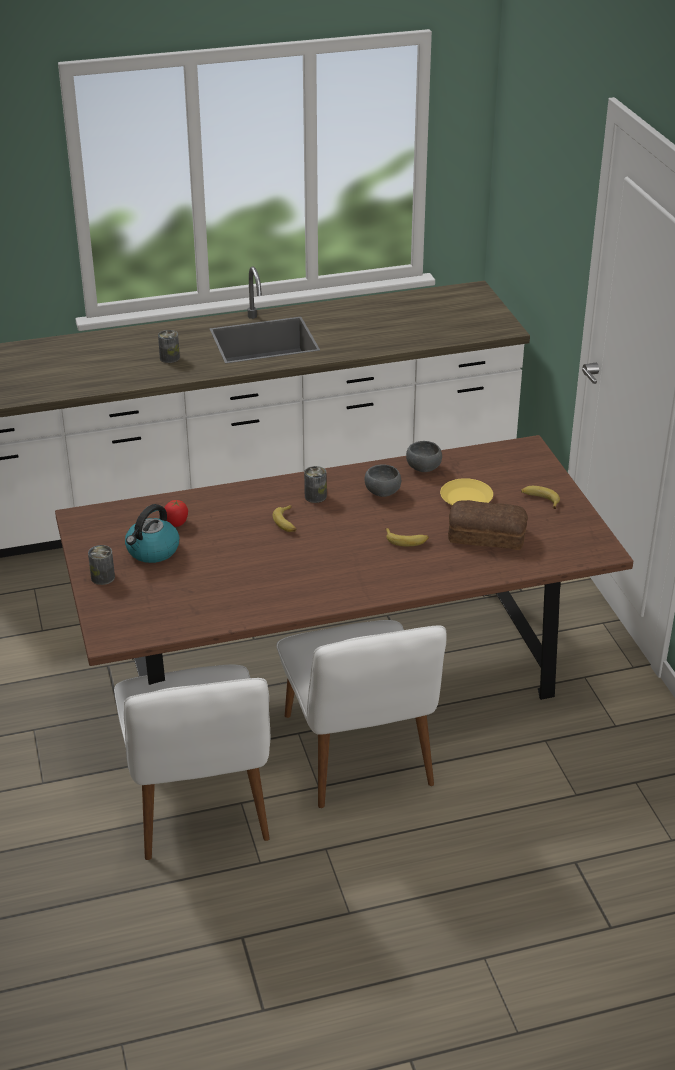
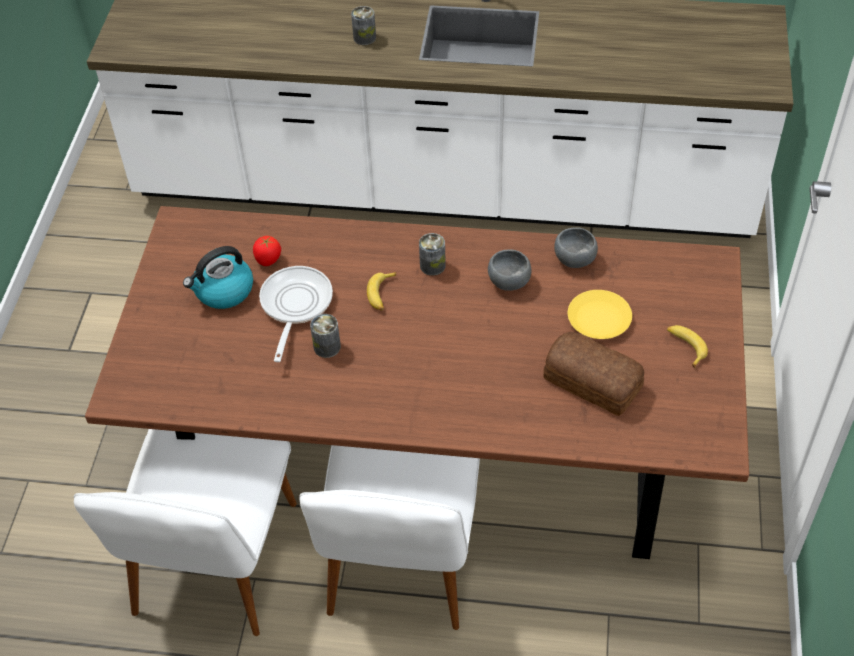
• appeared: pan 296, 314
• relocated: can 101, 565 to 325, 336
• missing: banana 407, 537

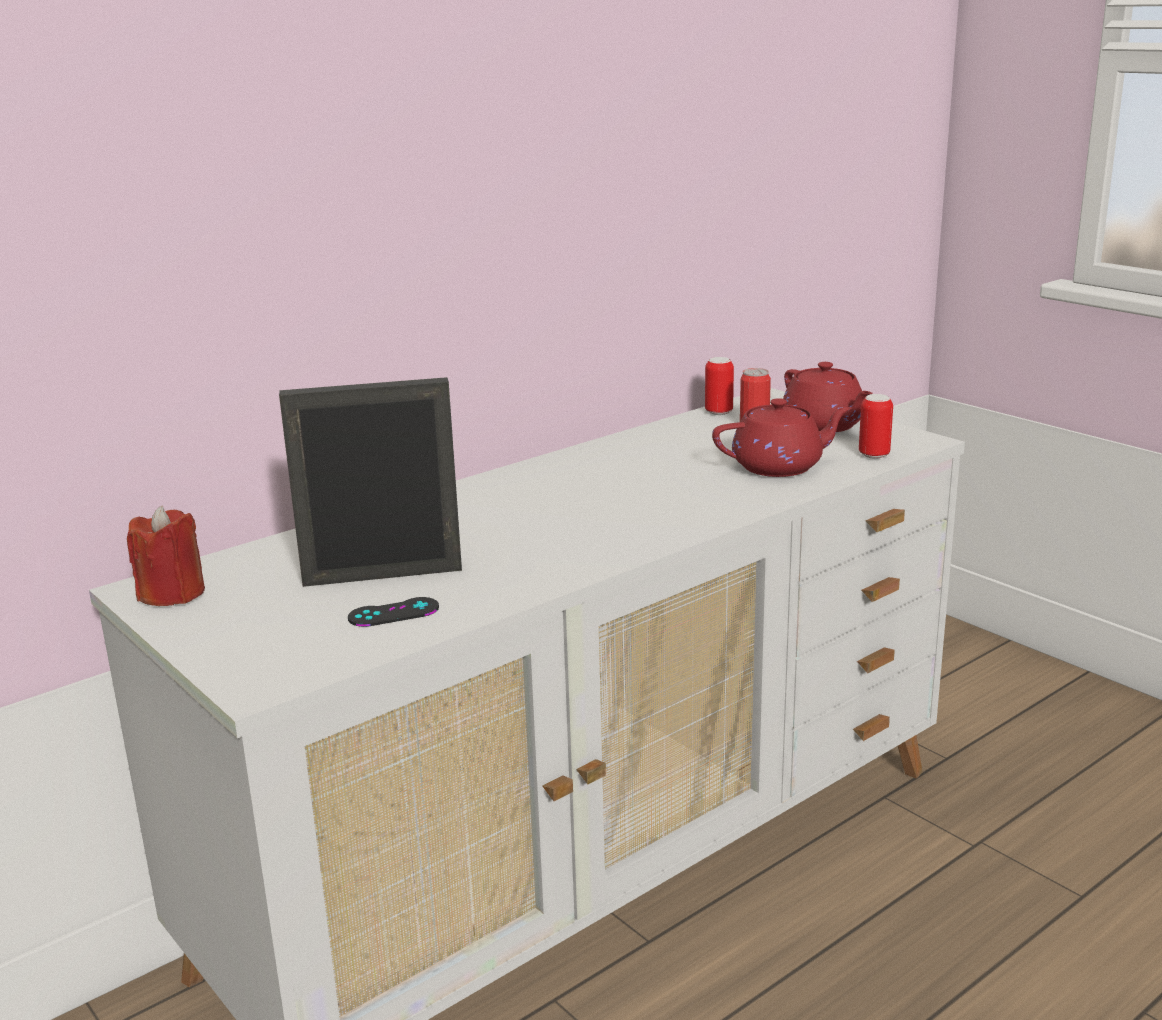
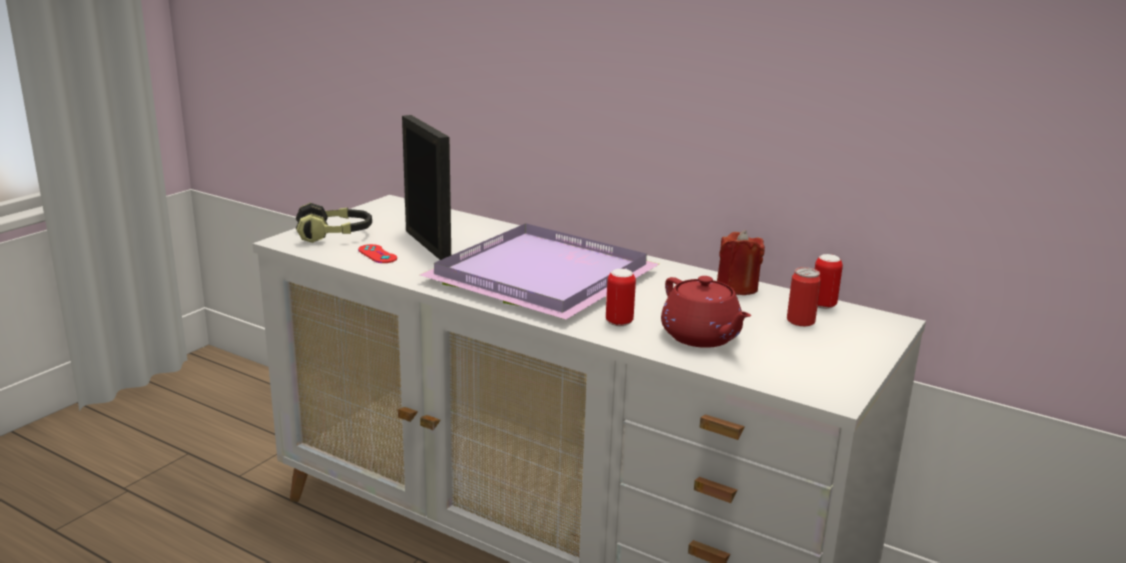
• appeared: headphones 334, 222
• colour: joypad (blackish) 393, 612 to joypad (red-coloured) 377, 253
• appeared: serving tray (purple) 539, 271
• relocated: can 876, 426 to 621, 297
• relocated: wax light (red-coloured) 166, 556 to 741, 262
• missing: pot for tea (red-coloured) 828, 397

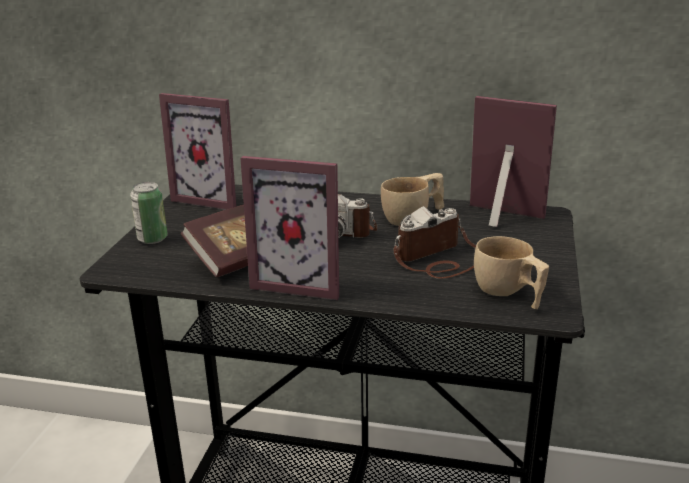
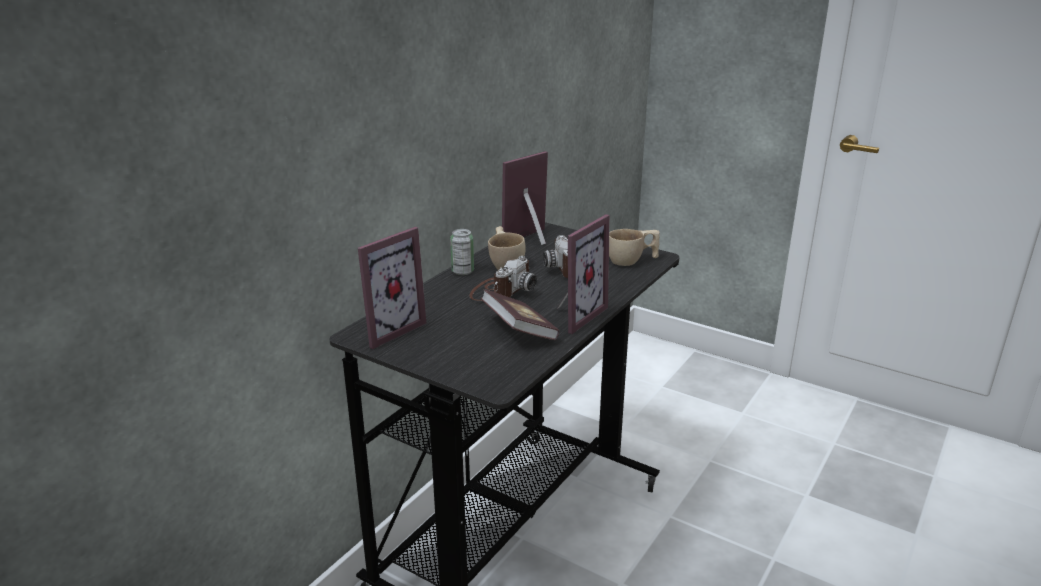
• relocated: can 149, 213 to 462, 252

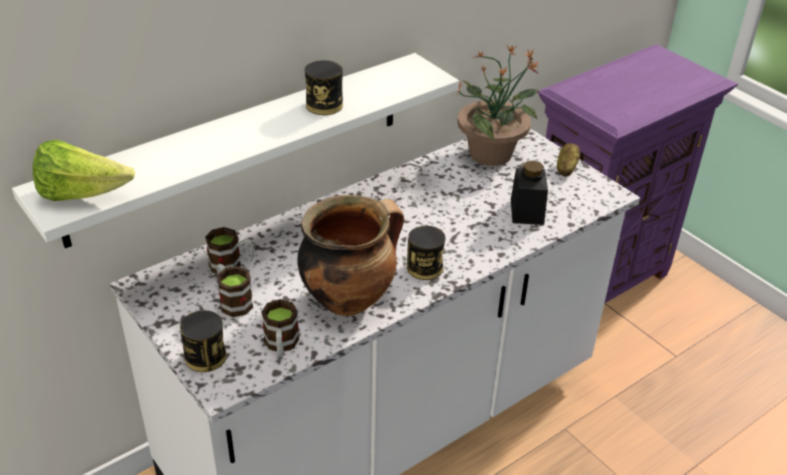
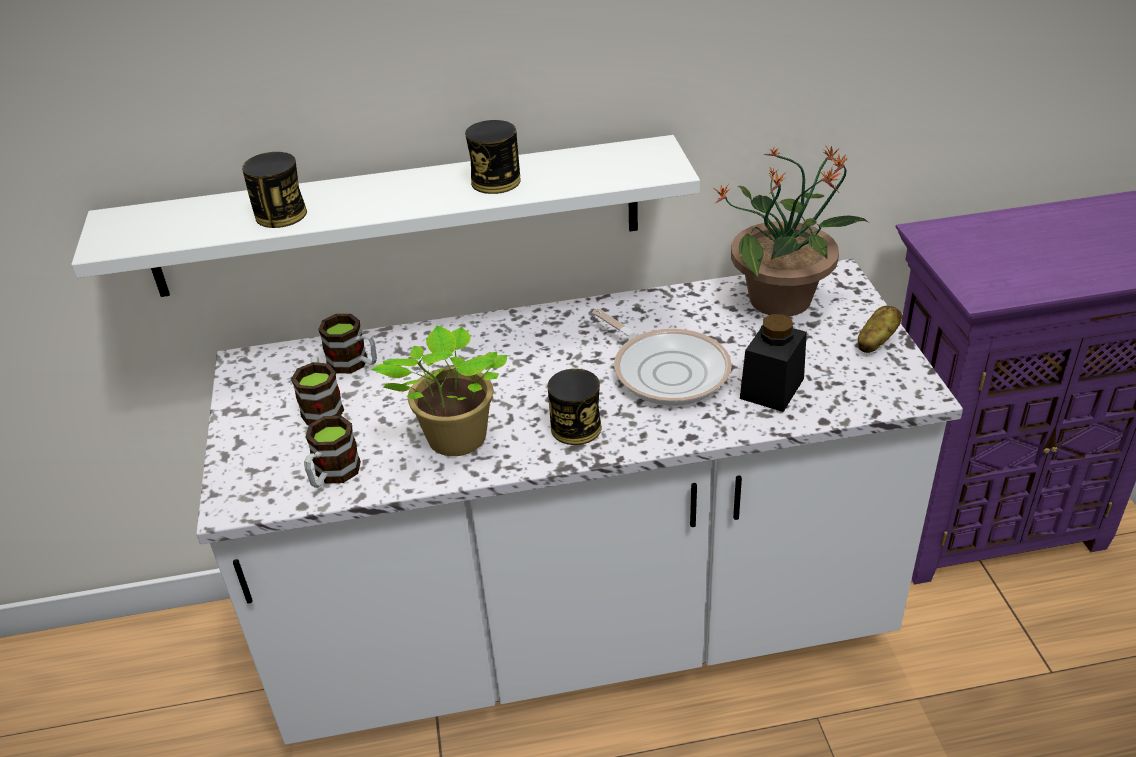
• relocated: can 203, 341 to 274, 190
• exchanged: saucepot 351, 255 to plant in a pot 439, 390
• appeared: pan 662, 357
• missing: head of lettuce 84, 170

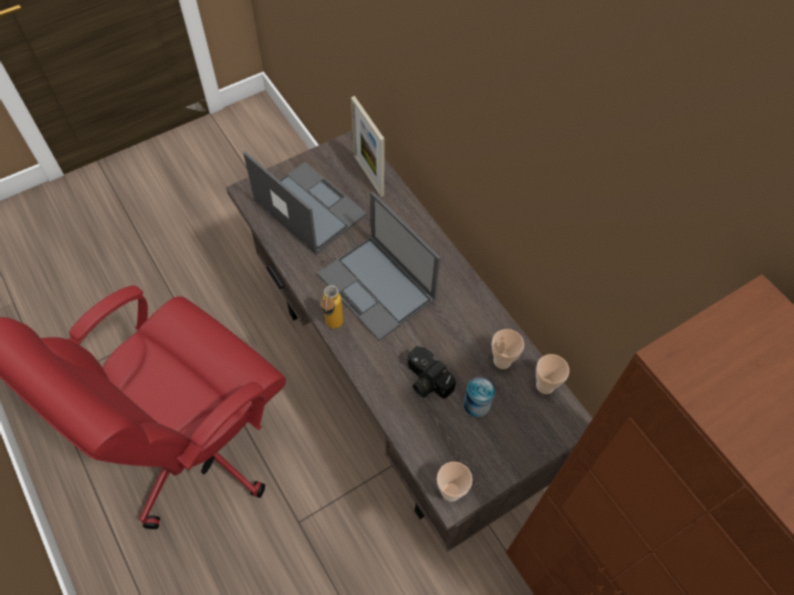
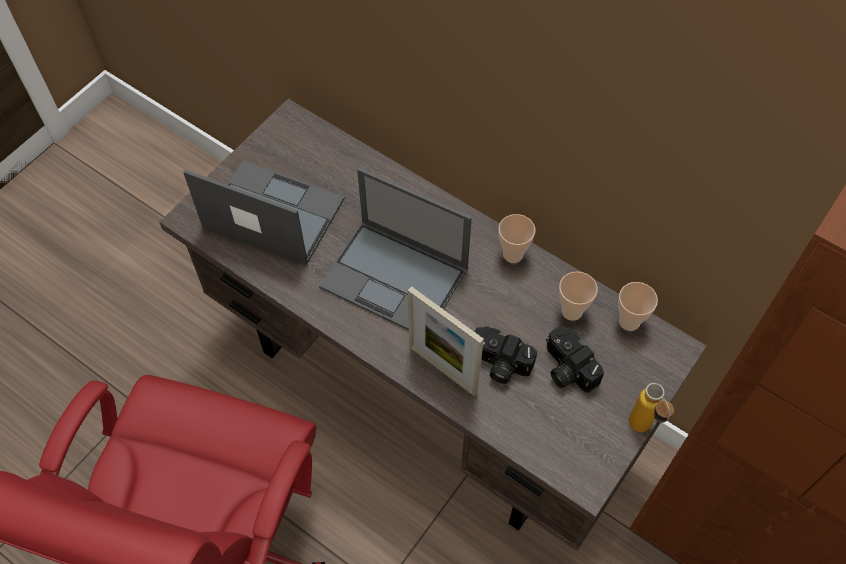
• relocated: photo frame 368, 146 to 446, 341
• relocated: cup 454, 482 to 517, 238
• exchanged: can 480, 397 to photo camera 575, 359
• relocated: beverage bottle 332, 307 to 651, 407

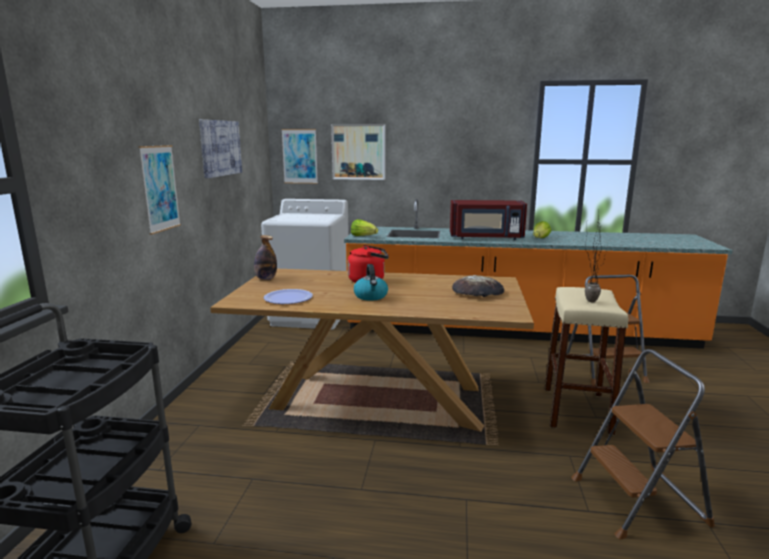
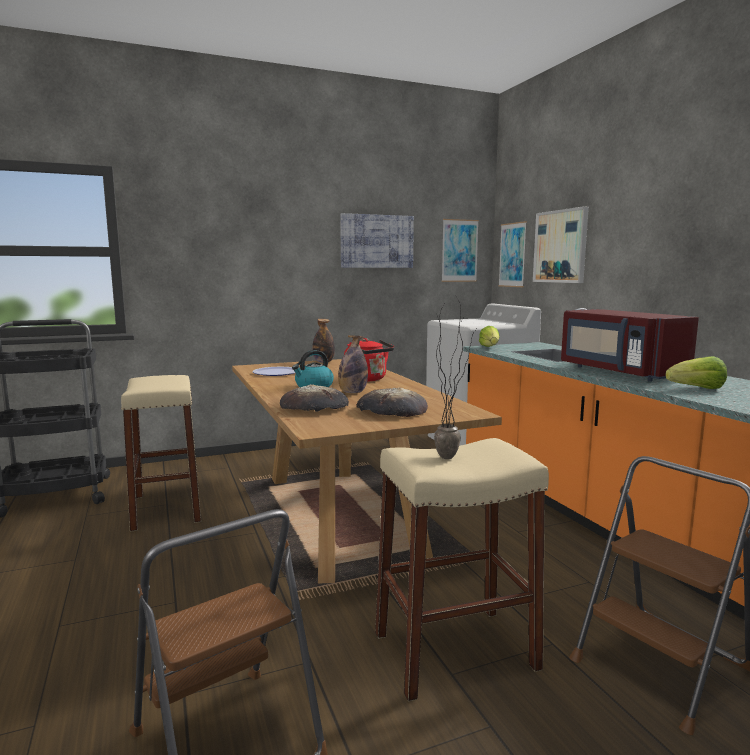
• appeared: stool (sand-coloured) 161, 453
• appeared: baked bread 314, 398
• appeared: beverage bottle 353, 364
• relocated: wall picture 159, 190 to 460, 250

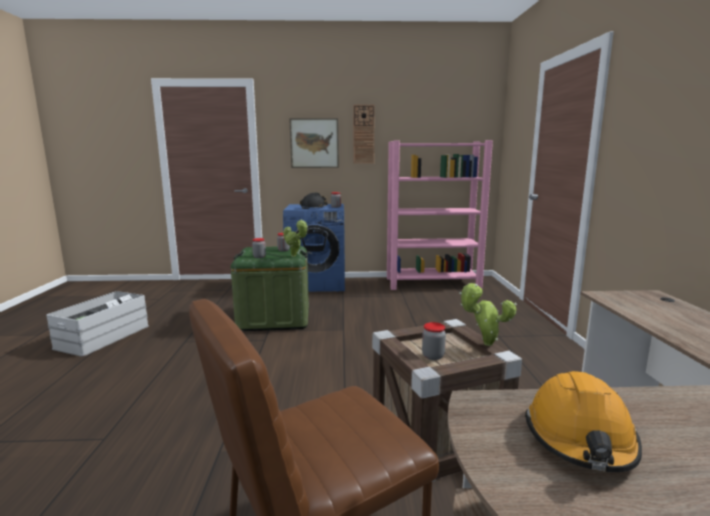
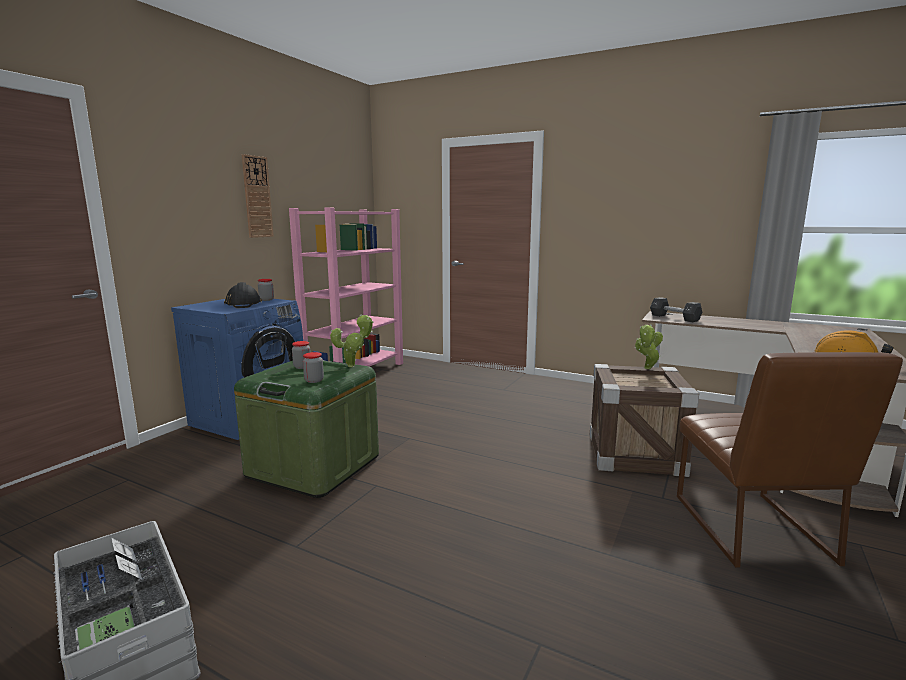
• appeared: dumbbell (blackish) 676, 309
• missing: wall picture 314, 143
• missing: jar 434, 341

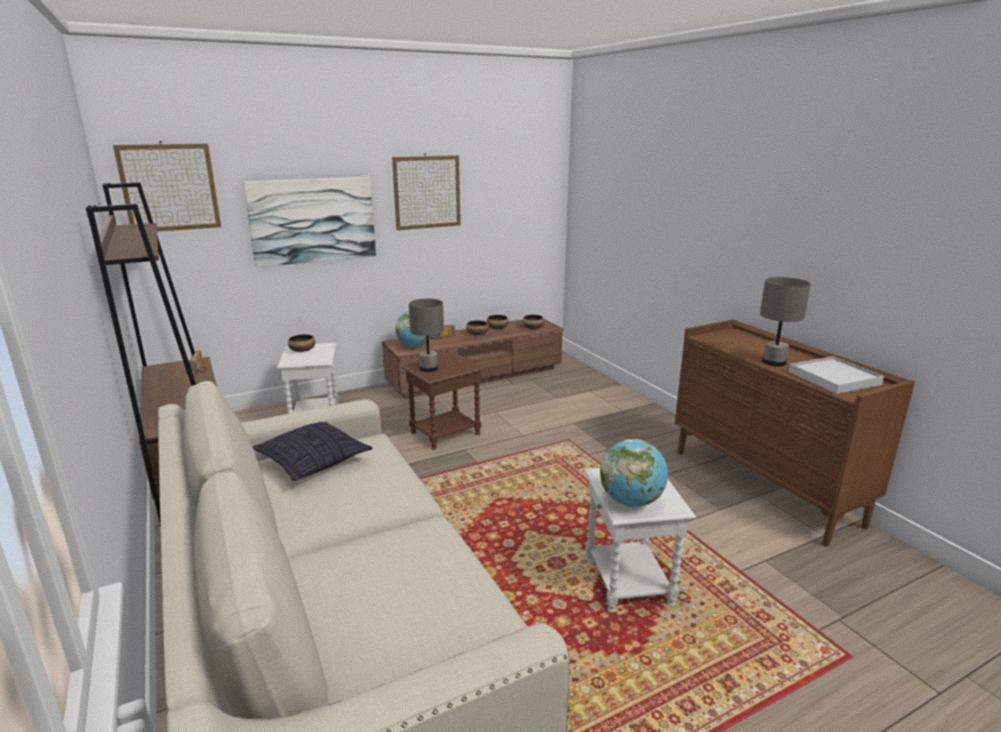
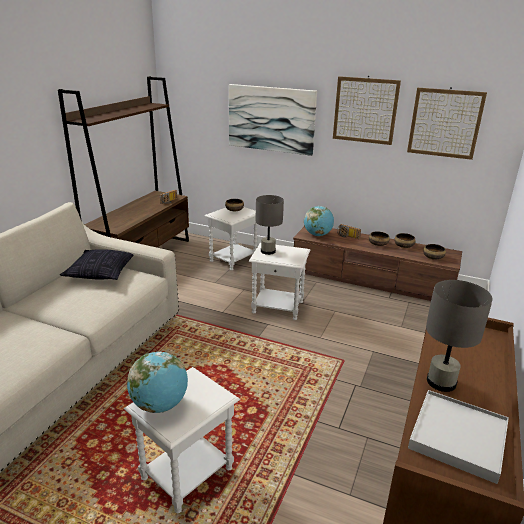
• colour: side table (brownish) 443, 401 to side table (white) 279, 281
• relocated: wall picture 167, 186 to 447, 123

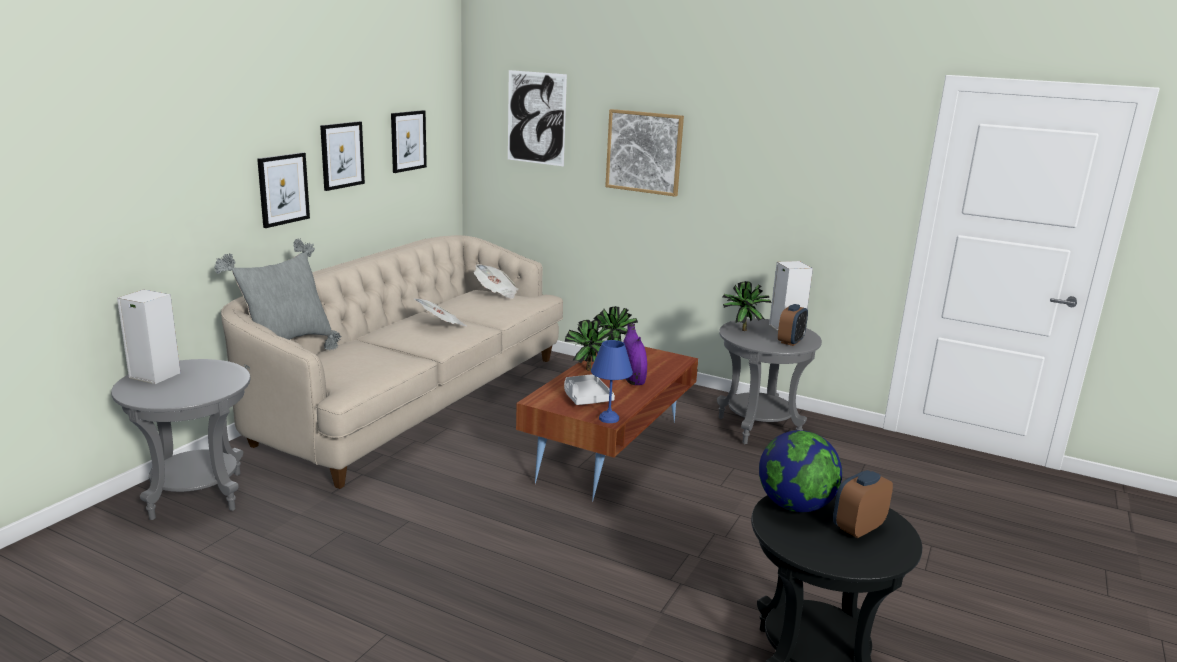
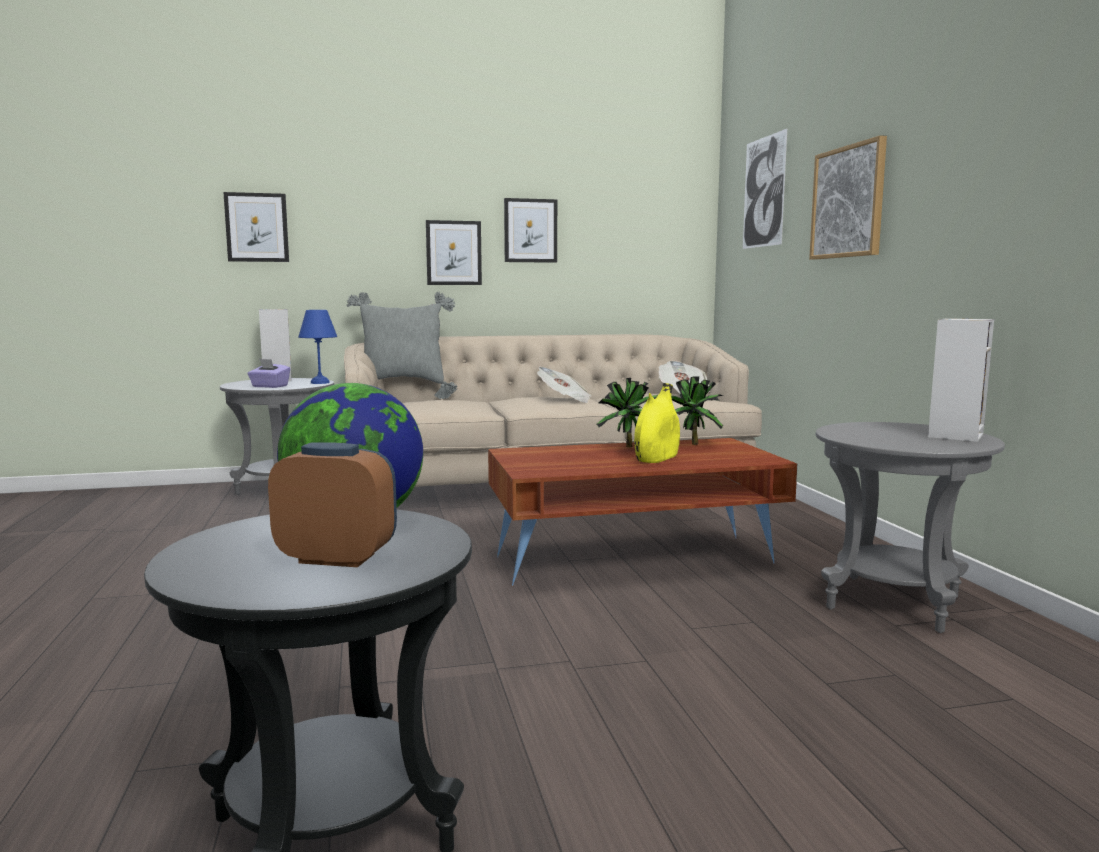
• relocated: wall picture 409, 141 to 256, 227
• appeared: tissue holder (purple) 269, 373
• relocated: lamp for a table (blue-coloured) 612, 381 to 317, 347
• colour: decorative vase (purple) 635, 354 to decorative vase (yellow-coloured) 657, 423
• missing: serving tray (greyish) 589, 389
• missing: plant in a pot 746, 306
• missing: alarm clock 793, 325

